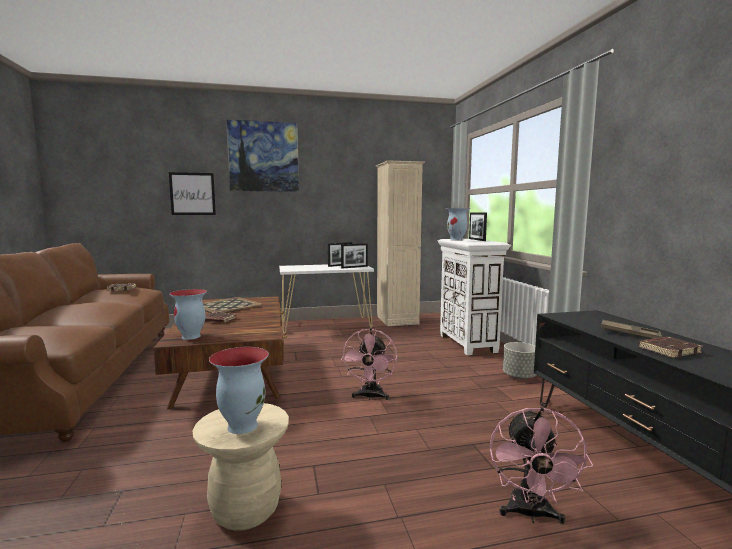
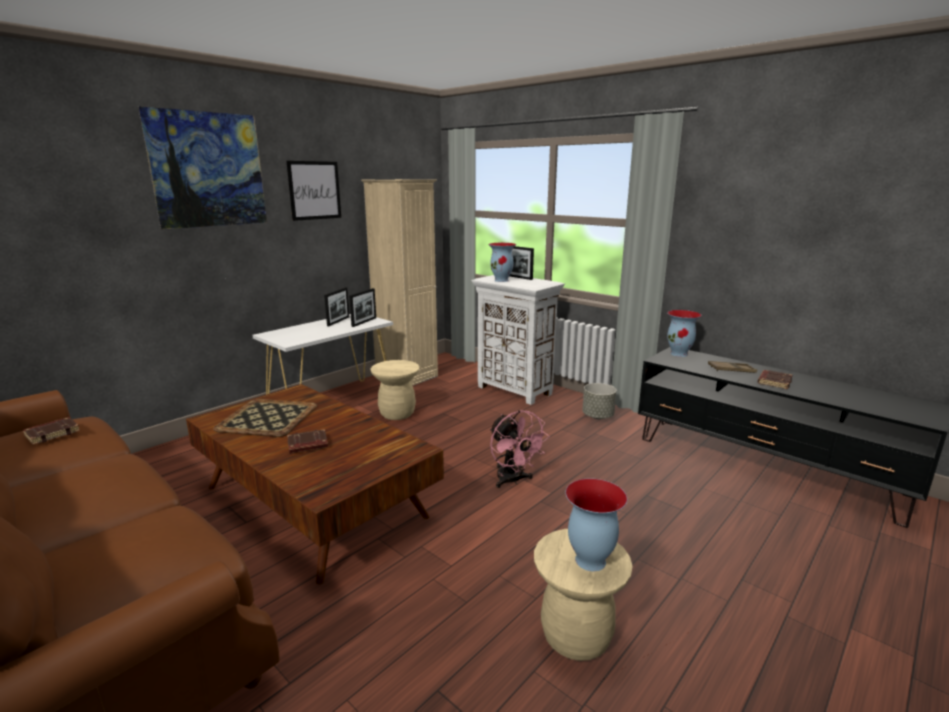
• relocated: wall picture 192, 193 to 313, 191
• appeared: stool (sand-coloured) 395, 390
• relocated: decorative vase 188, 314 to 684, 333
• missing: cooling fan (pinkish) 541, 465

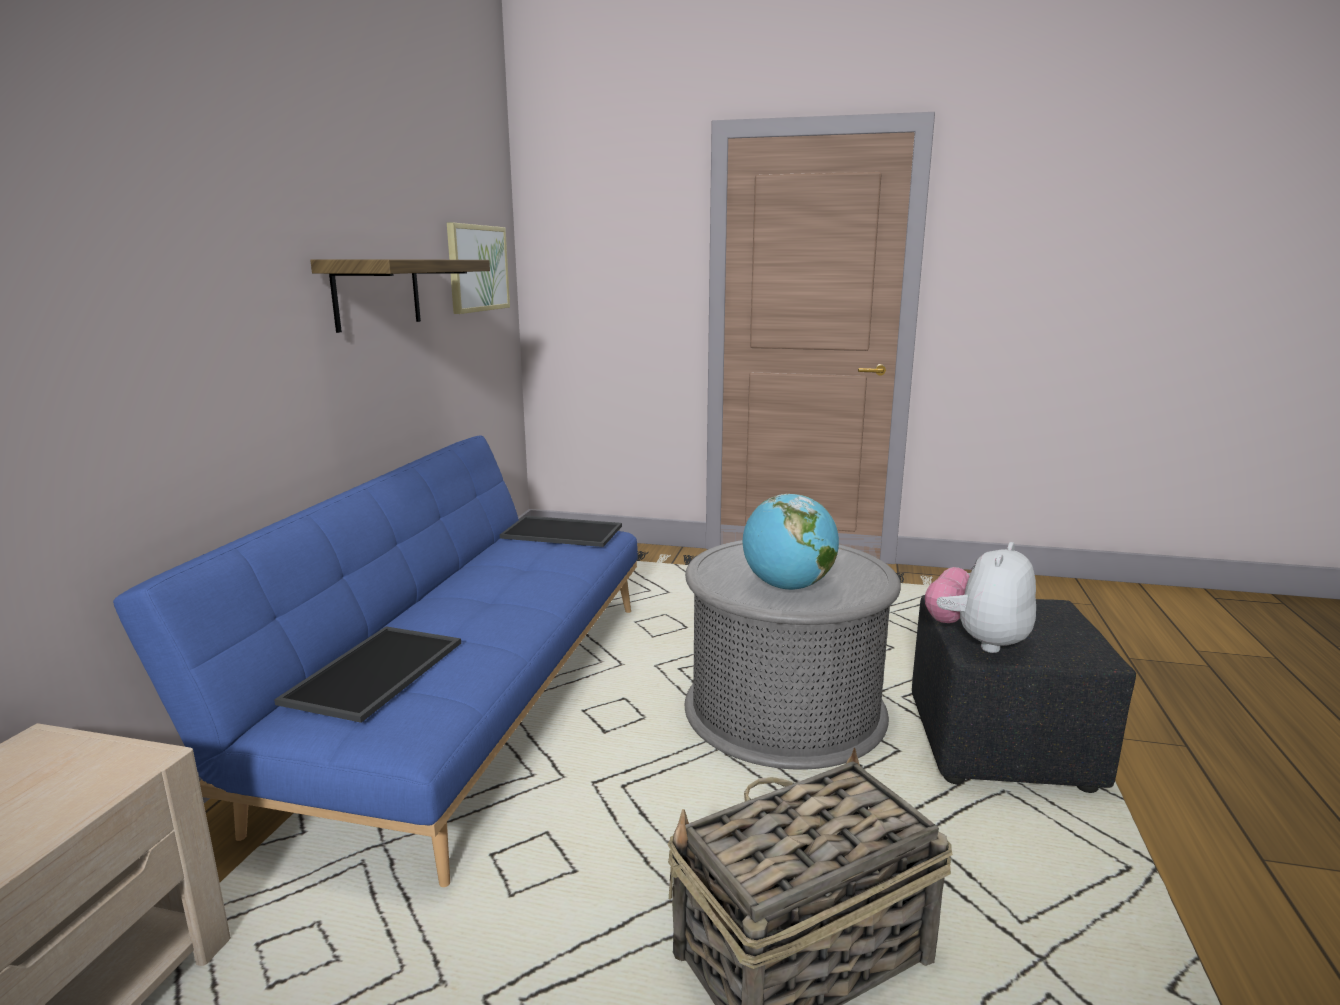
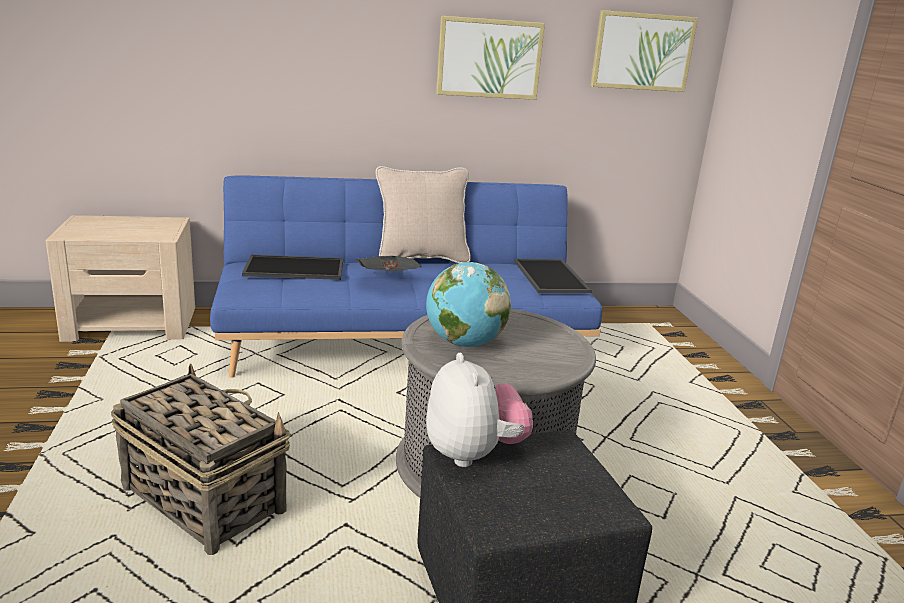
• appeared: printed paper 388, 263
• appeared: pillow (sand-coloured) 423, 214
• spun: soft toy 980, 597 = 479, 410 60 degrees clockwise
• exchanged: wall shelf 400, 296 to wall picture 490, 58

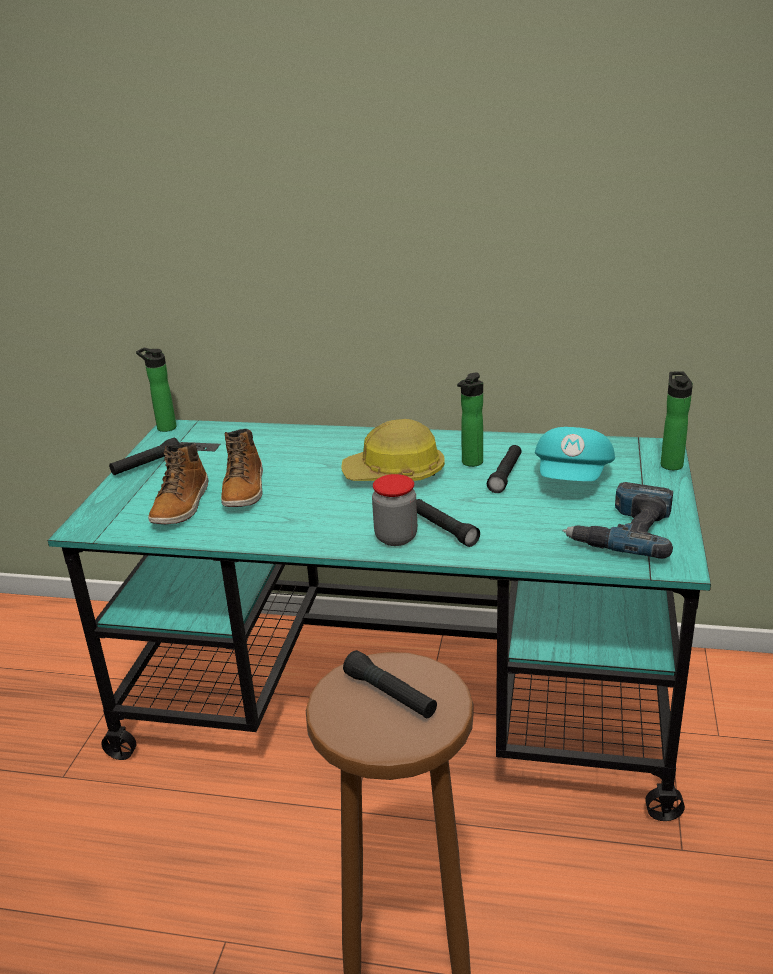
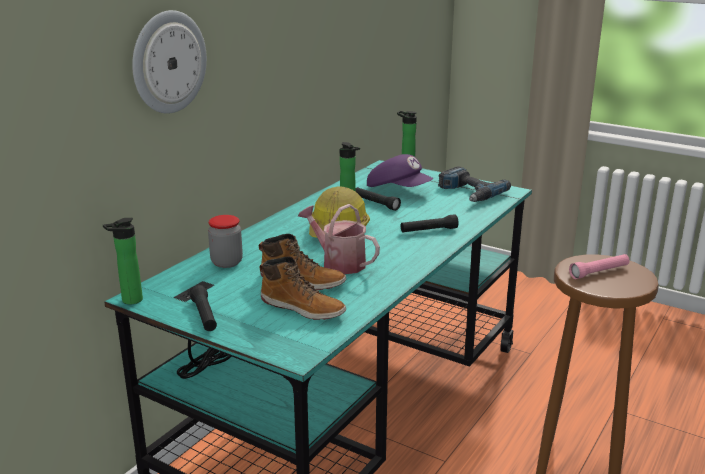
• appeared: hanging clock 169, 62
• relocated: jar 394, 510 to 225, 241
• appeared: watering can 339, 239
• colour: peaked cap (turquoise) 575, 454 to peaked cap (purple) 400, 170
• colour: hand torch (blackish) 390, 684 to hand torch (pinkish) 599, 266

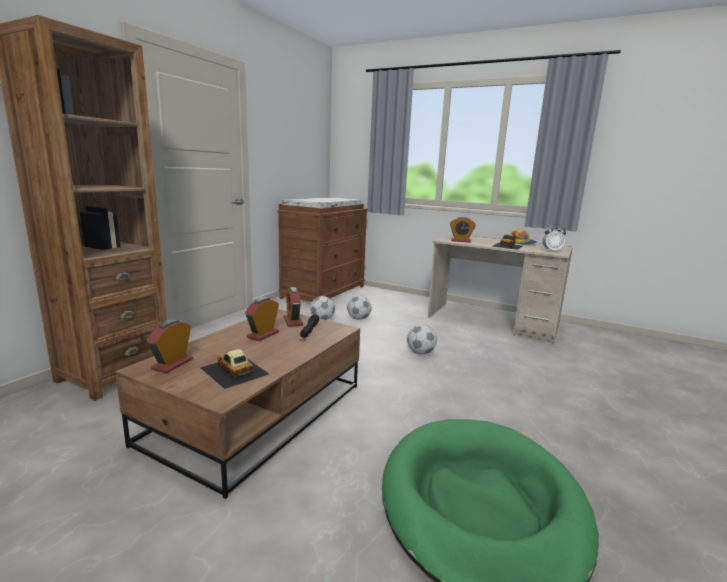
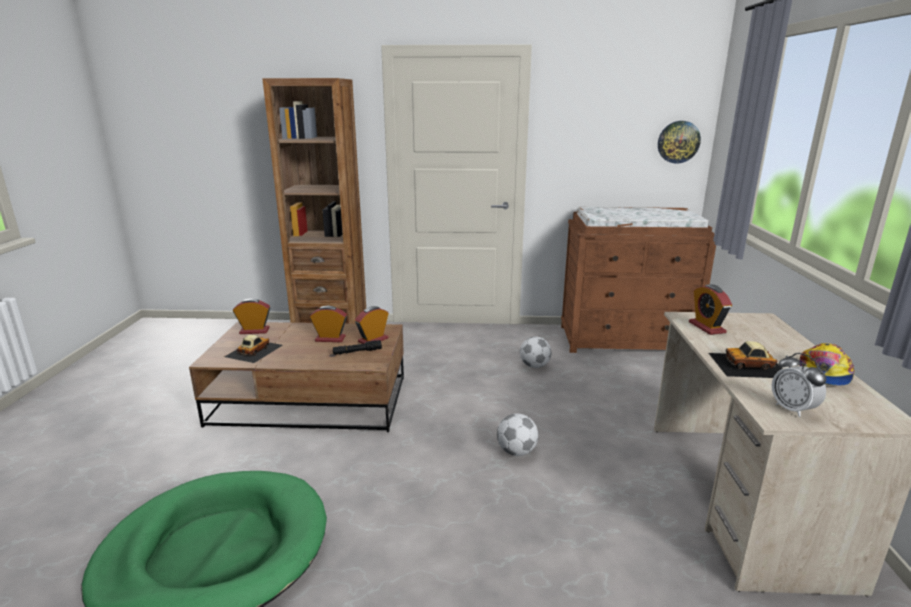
• appeared: hanging clock 679, 142
• missing: ball for football 359, 308

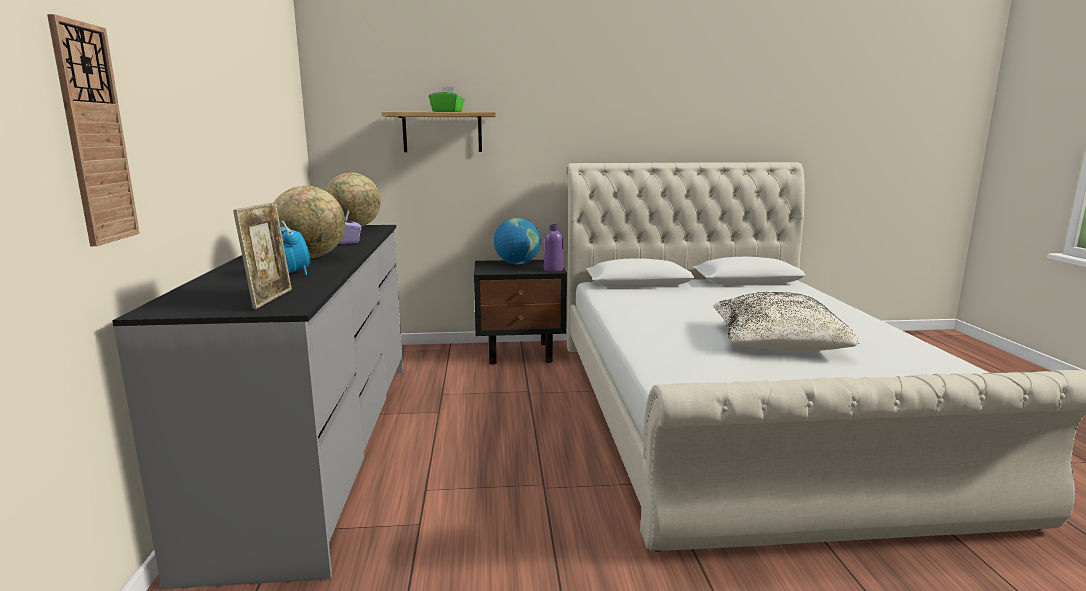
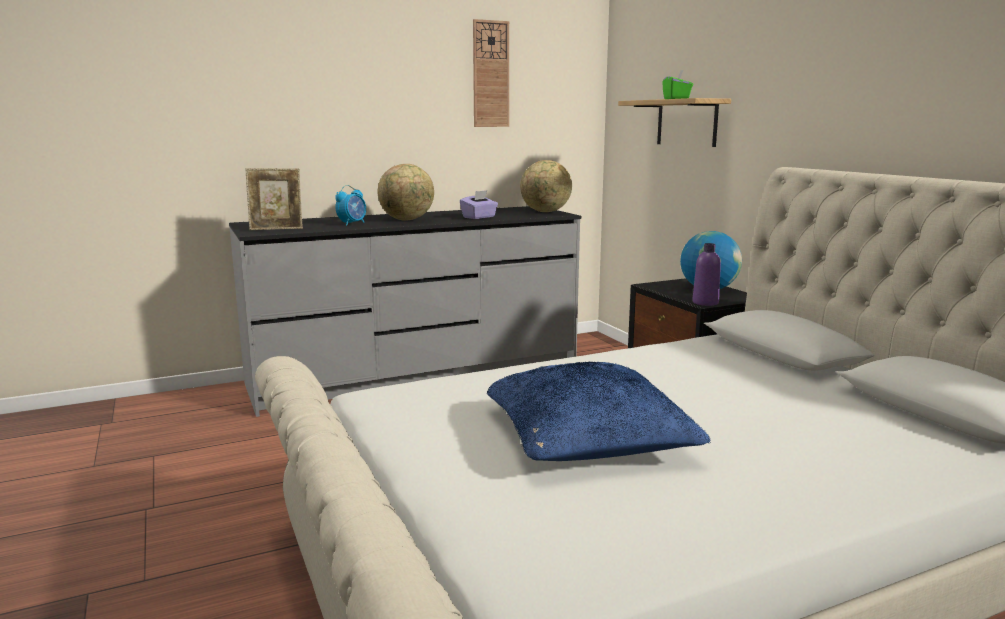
• relocated: hanging clock 93, 130 to 491, 73
• colour: pillow (sand-coloured) 786, 321 to pillow (blue-coloured) 598, 411

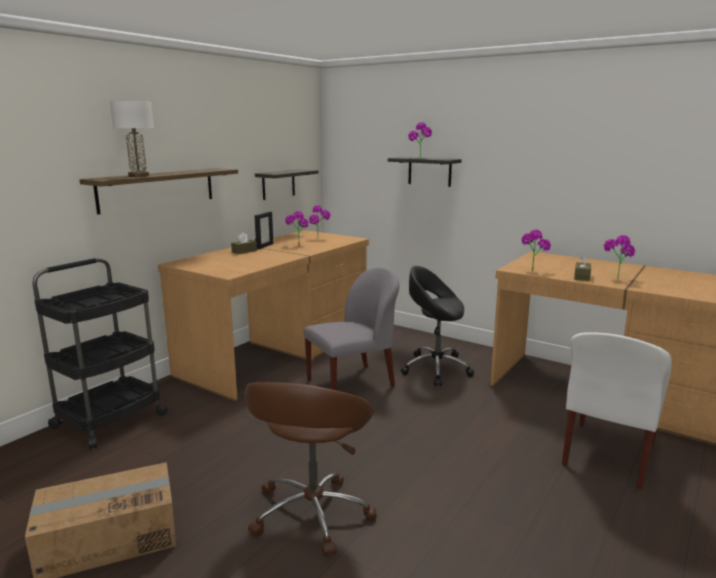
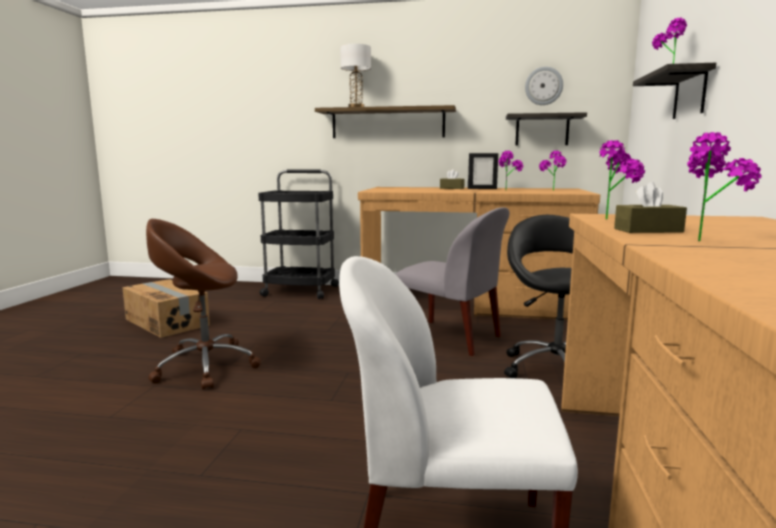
• appeared: hanging clock 544, 85

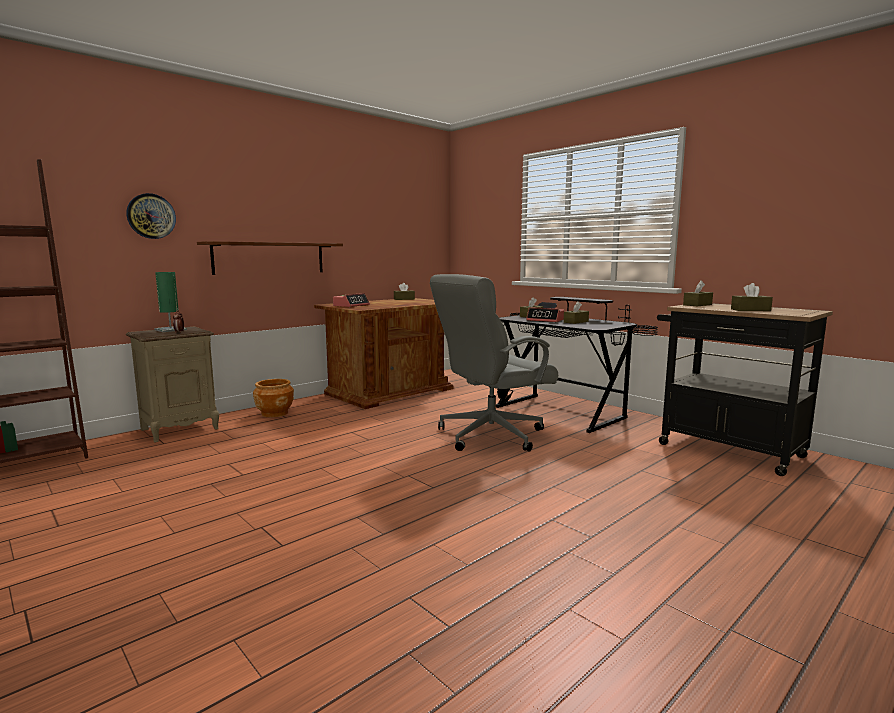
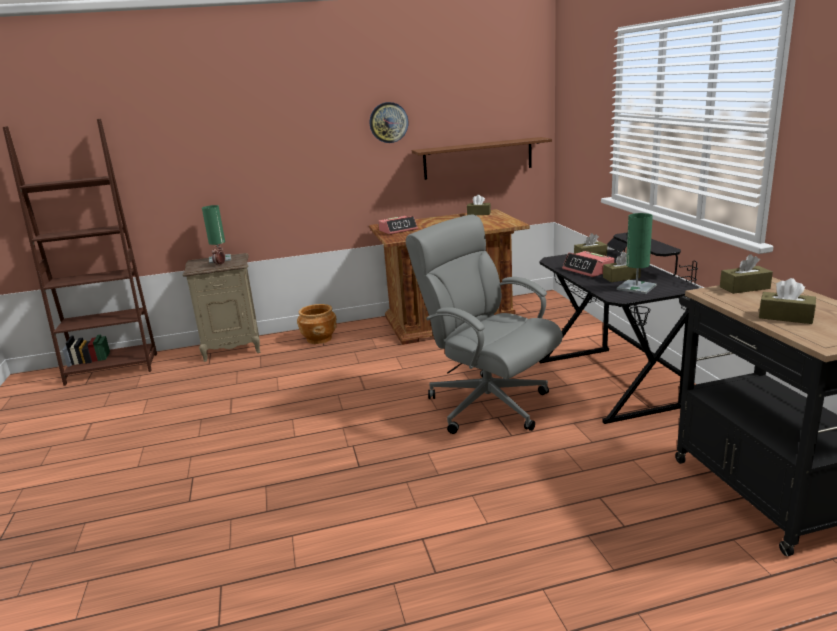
• relocated: hanging clock 151, 216 to 389, 122
• spun: office chair (greyish) 494, 362 = 484, 324 45 degrees clockwise
• relocated: wall shelf (brownish) 270, 258 to 482, 158
• appeared: lamp for a table (green-coloured) 637, 253

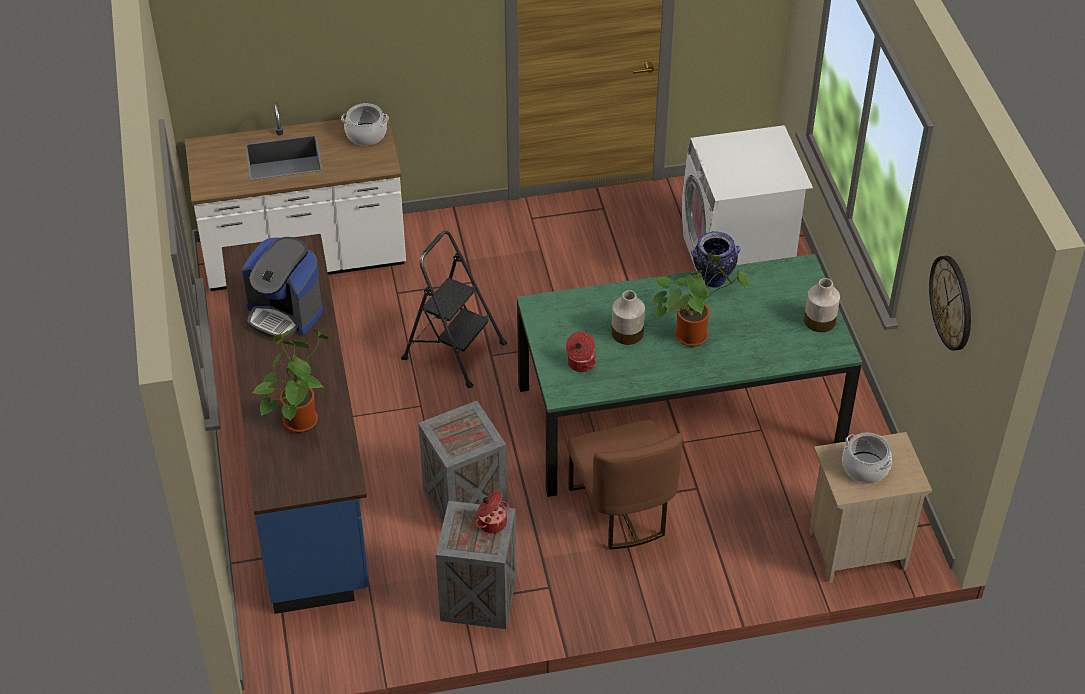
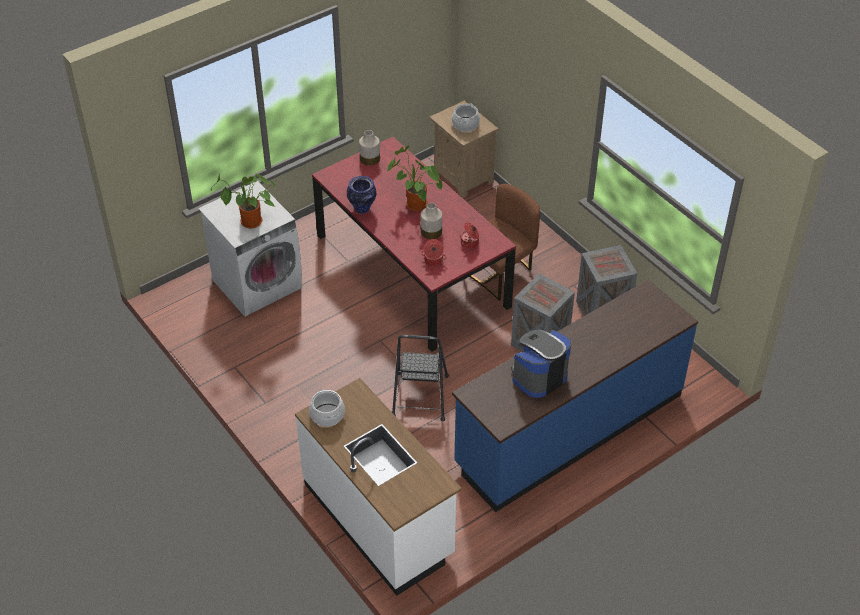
• relocated: plant in a pot 290, 381 to 243, 201
• colour: dinner table (green-coloured) 689, 375 to dinner table (red-coloured) 414, 244
• relocated: saucepot 492, 512 to 433, 253
• spun: coffee maker 282, 288 = 541, 363 135 degrees counterclockwise
• missing: hanging clock 950, 303

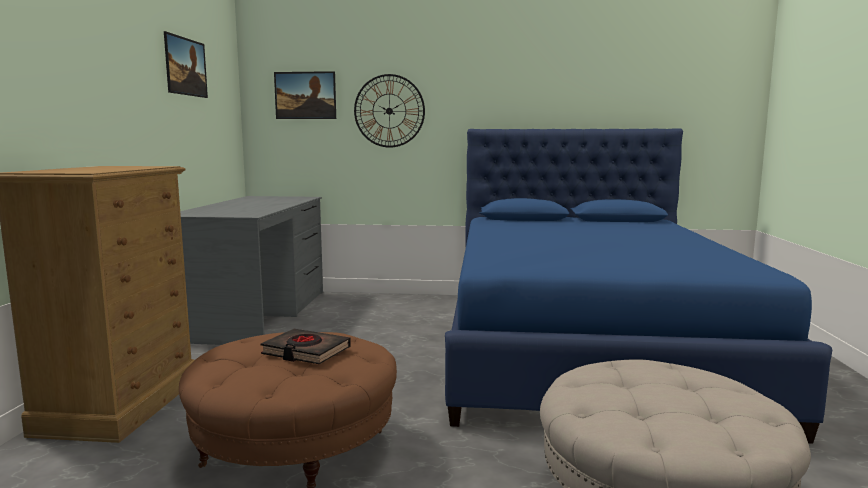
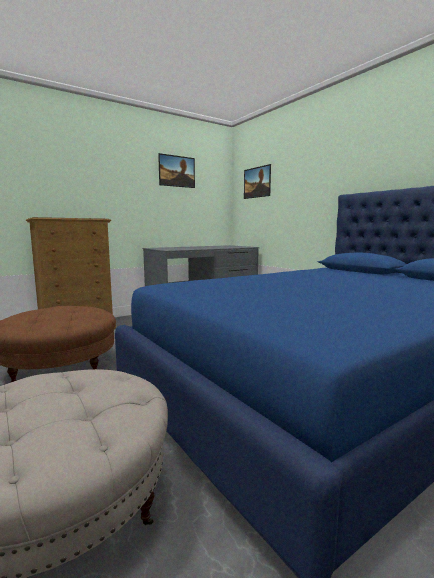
• missing: book (blackish) 306, 346
• missing: hanging clock 389, 111

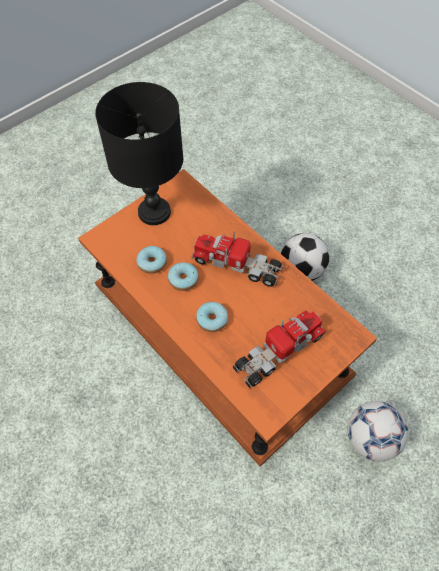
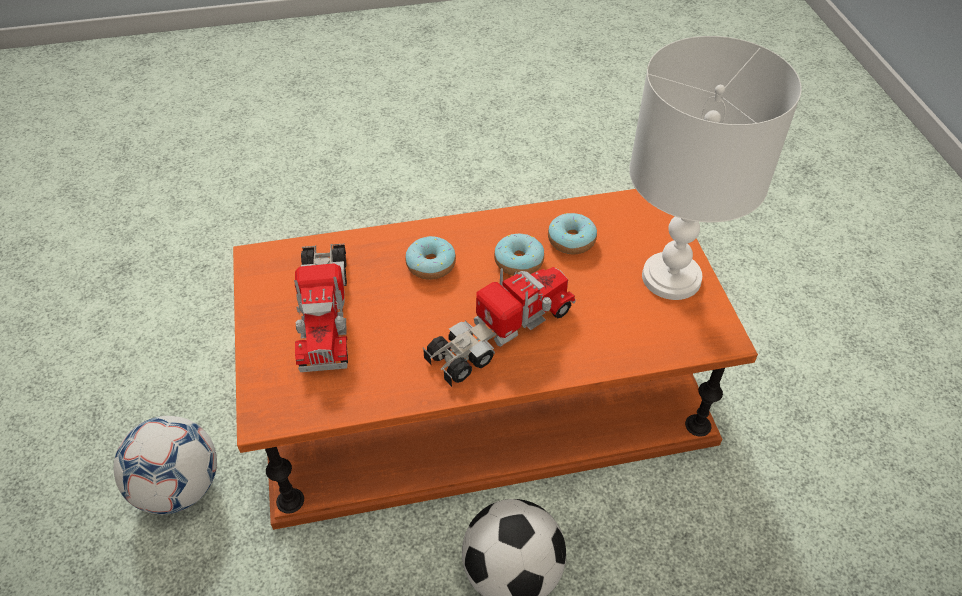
• colour: lamp for a table (blackish) 139, 153 to lamp for a table (white) 715, 168

